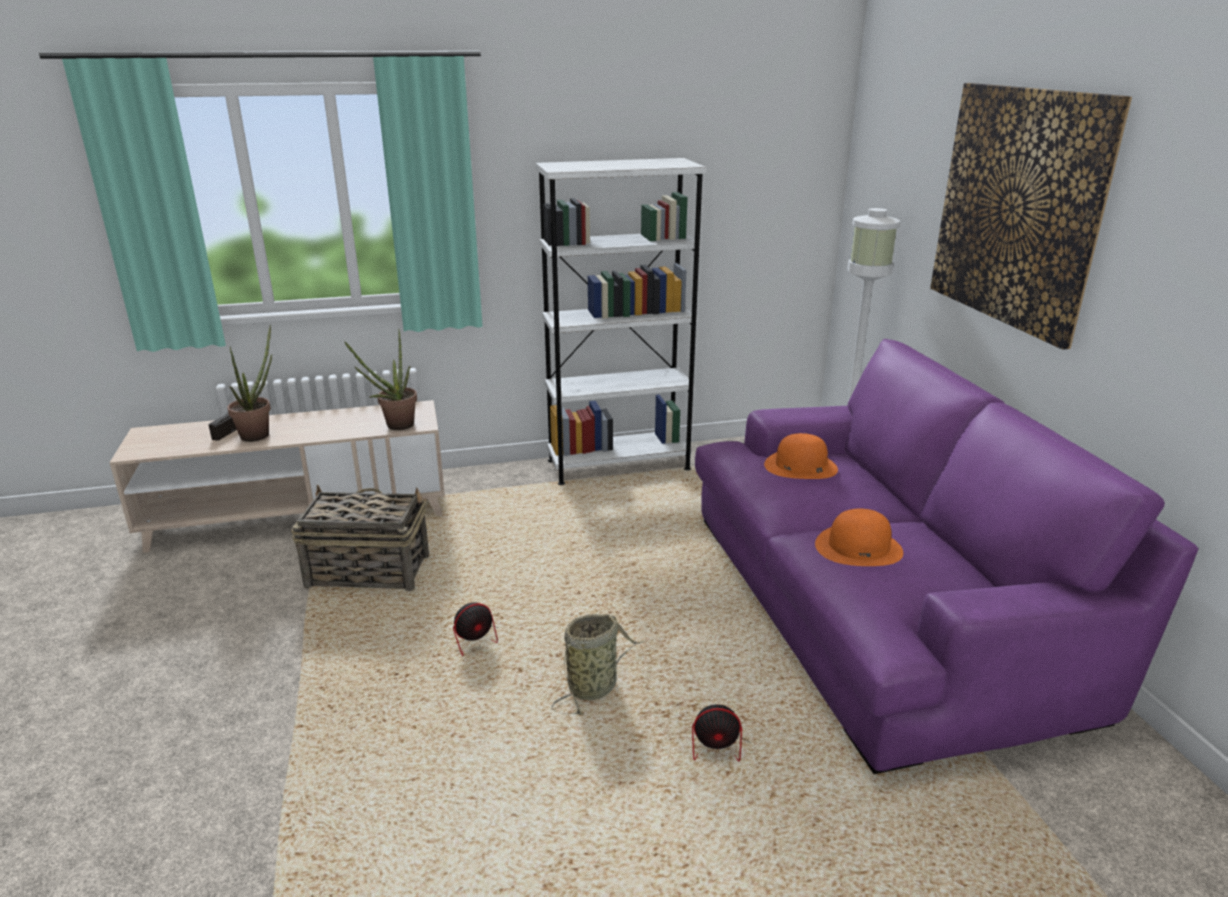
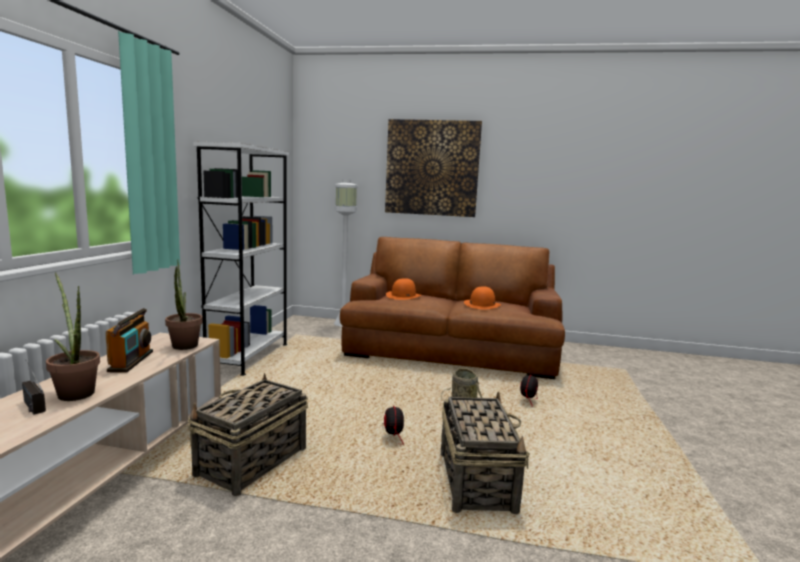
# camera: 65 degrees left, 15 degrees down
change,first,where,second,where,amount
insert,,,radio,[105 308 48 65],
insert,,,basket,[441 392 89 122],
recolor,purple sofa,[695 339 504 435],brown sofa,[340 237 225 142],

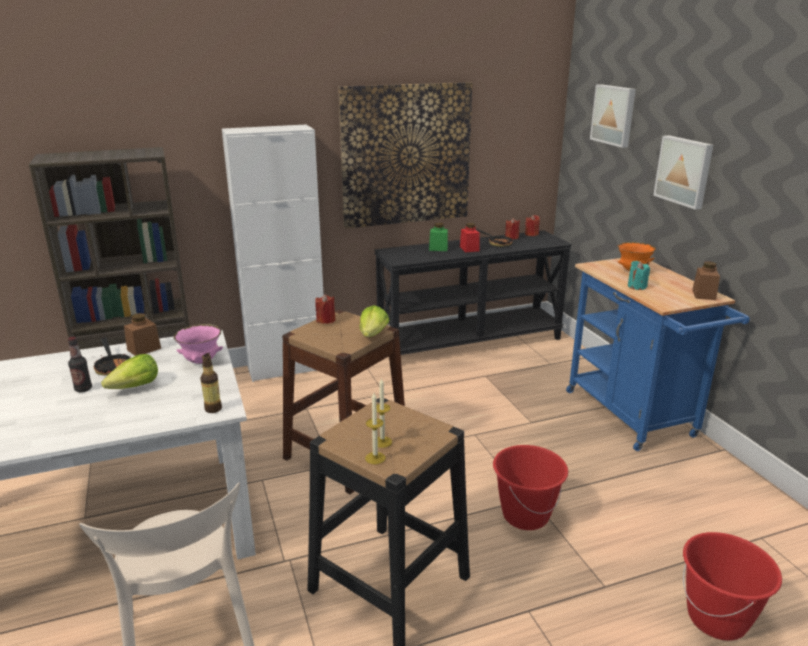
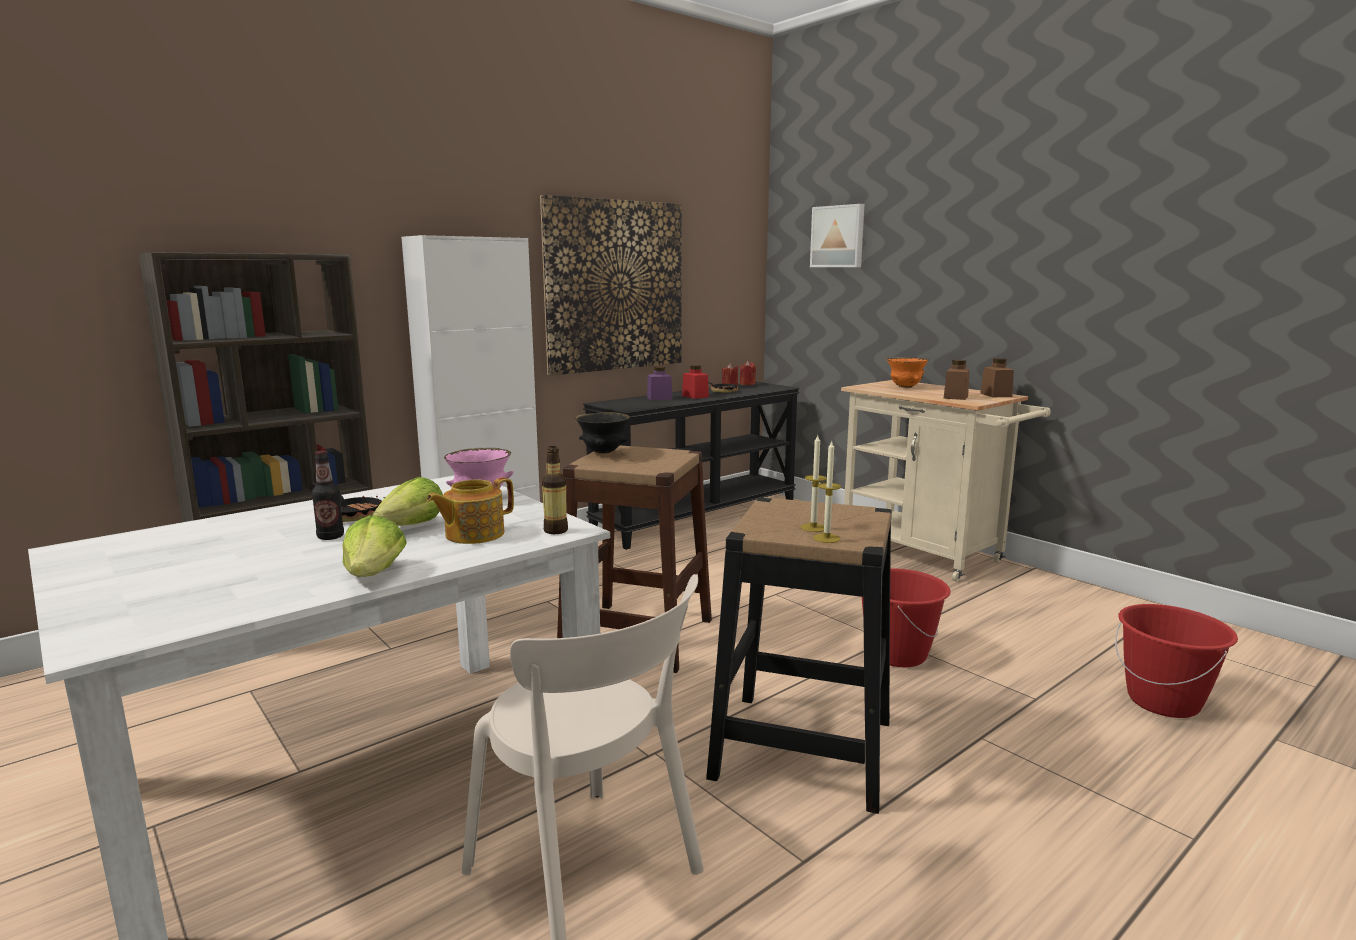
# camera: 20 degrees left, 10 degrees down
change,first,where,second,where,amount
delete,turquoise candle,[628 261 22 29],,,
delete,picture,[653 135 60 75],,,
insert,,,teapot,[426 477 88 67],
move,brown jar,[124 313 37 43],,[943 360 27 40],
move,lettuce,[360 305 30 32],,[343 516 64 61],
replace,red candle,[315 294 20 30],black bowl,[575 412 55 42],
recolor,green jar,[429 223 19 28],purple jar,[647 367 26 33],
recolor,blue cart,[566 258 184 193],beige cart,[841 380 210 202],

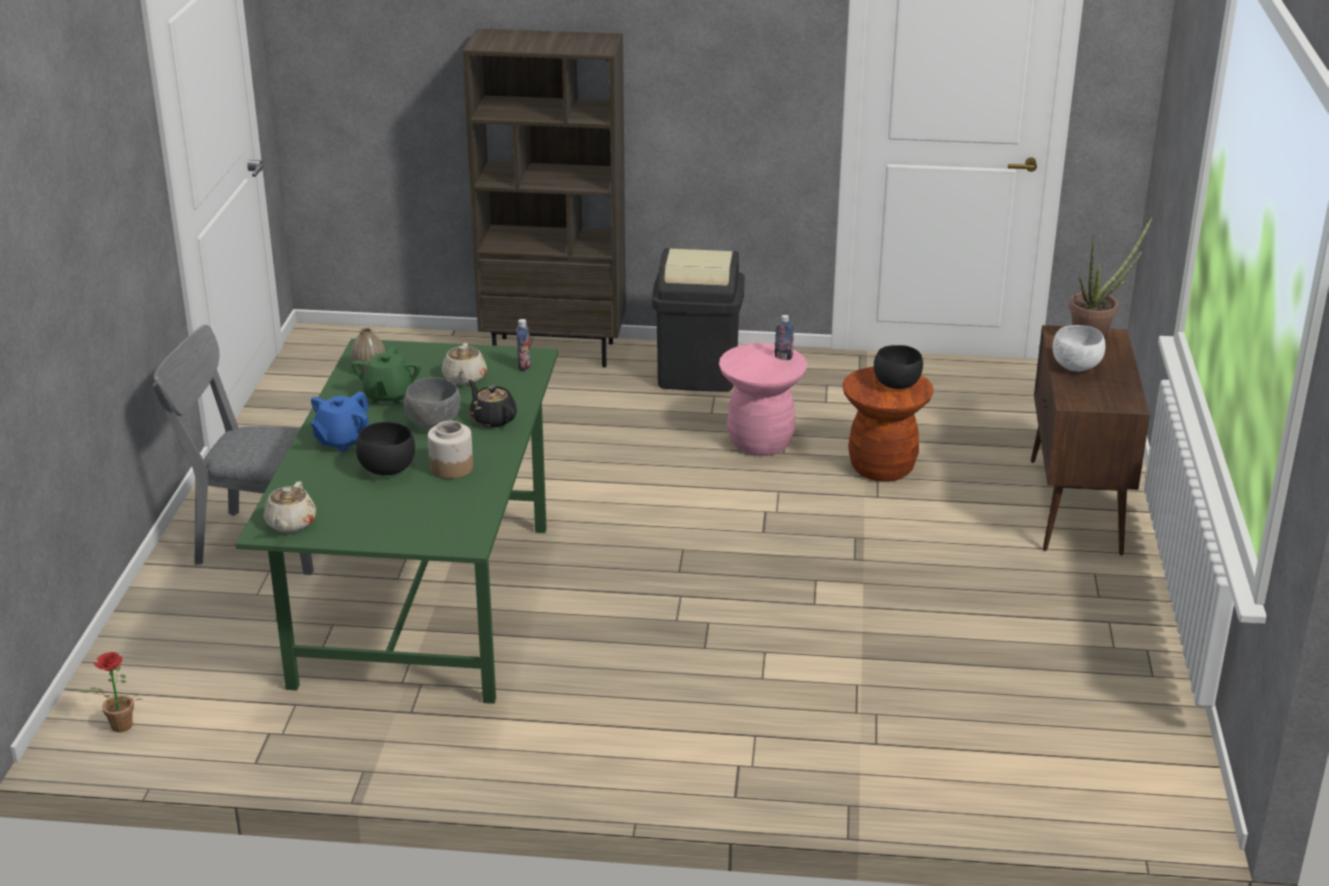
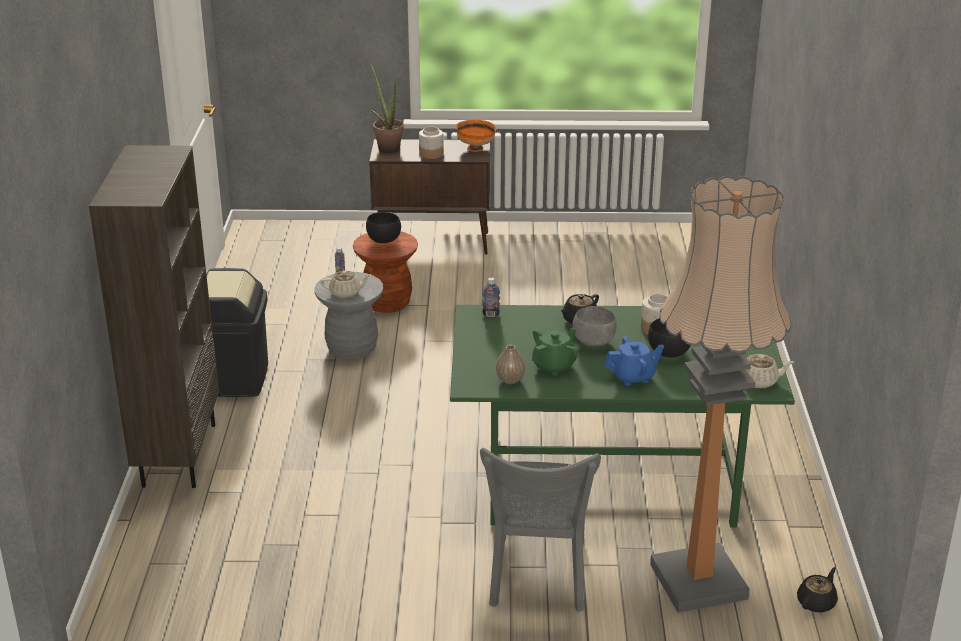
# camera: 95 degrees left, 0 degrees up
change,first,where,second,where,amount
insert,,,orange bowl,[456 120 41 32],
insert,,,floor lamp,[650 176 141 437],
move,beige teapot,[442 343 45 42],,[321 270 51 28],
replace,potted plant,[78 652 64 80],black teapot,[797 567 41 46],
replace,white bowl,[1053 325 52 46],jar,[419 127 25 32],
recolor,pink stool,[719 343 88 113],grey stool,[314 272 69 88],
rotate,blue teapot,[311 391 58 61],,[604 336 60 50],45 degrees counterclockwise
rotate,green teapot,[352 347 69 57],,[532 328 46 48],45 degrees counterclockwise

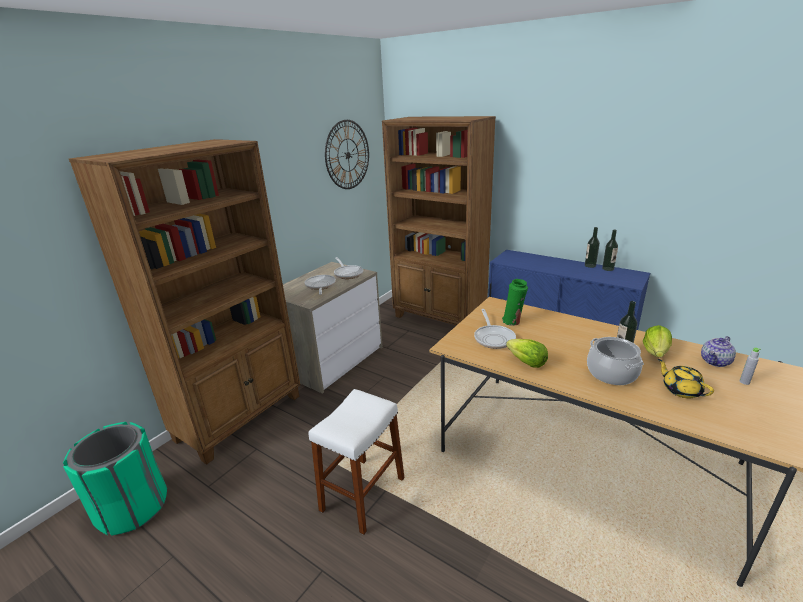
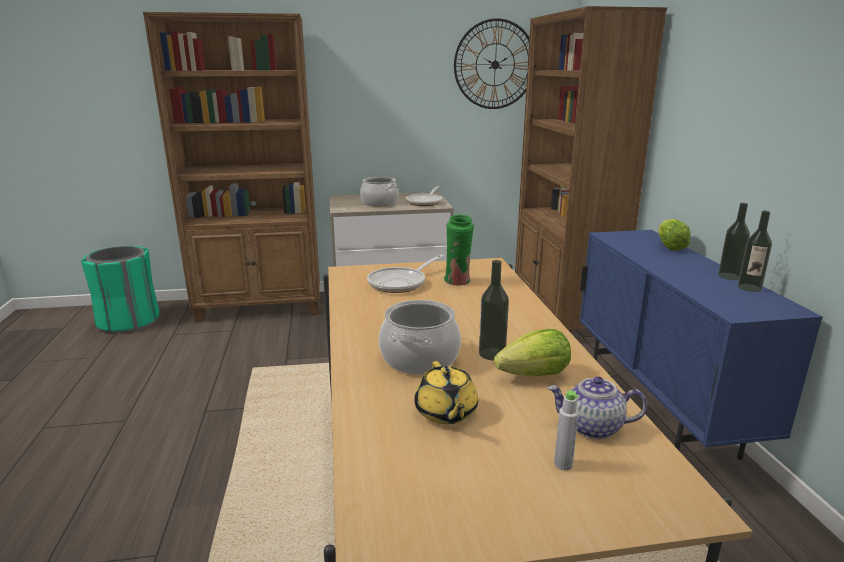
# camera: 45 degrees right, 5 degrees down
change,first,where,second,where,amount
delete,white stool,[309 389 95 146],,,
move,lettuce,[506 339 42 29],,[659 219 32 32],
replace,frying pan,[304 275 32 20],cooking pot,[360 177 39 30],
rotate,yellow teapot,[658 359 56 40],,[414 361 64 63],150 degrees clockwise

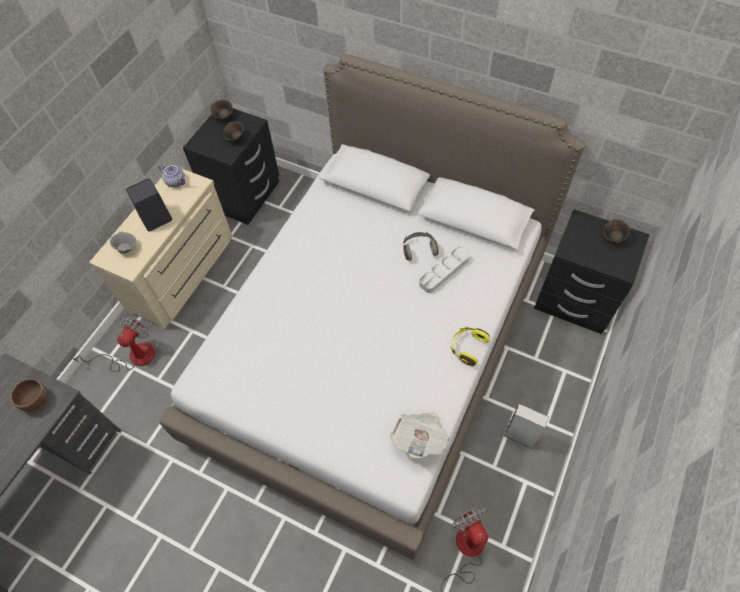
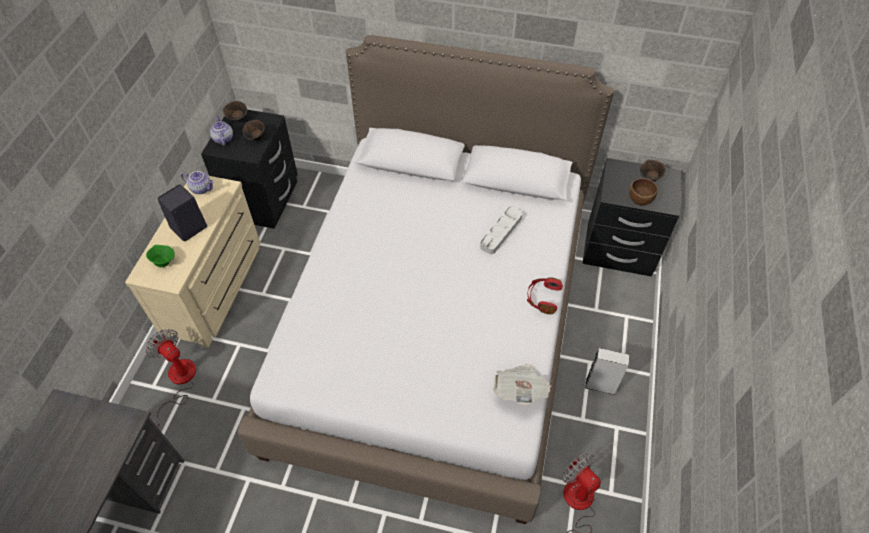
# camera: 15 degrees left, 5 degrees down
change,first,where,second,where,amount
delete,grey headphones,[403 232 35 29],,,
insert,,,teapot,[210 116 23 30],
move,brown bowl,[10 379 38 32],,[629 178 29 27],
recolor,grey bowl,[110 232 26 22],green bowl,[146 245 29 22],
recolor,yellow headphones,[450 327 40 39],red headphones,[527 277 36 37],
rotate,fan,[71 316 84 56],,[146 329 50 97],60 degrees counterclockwise

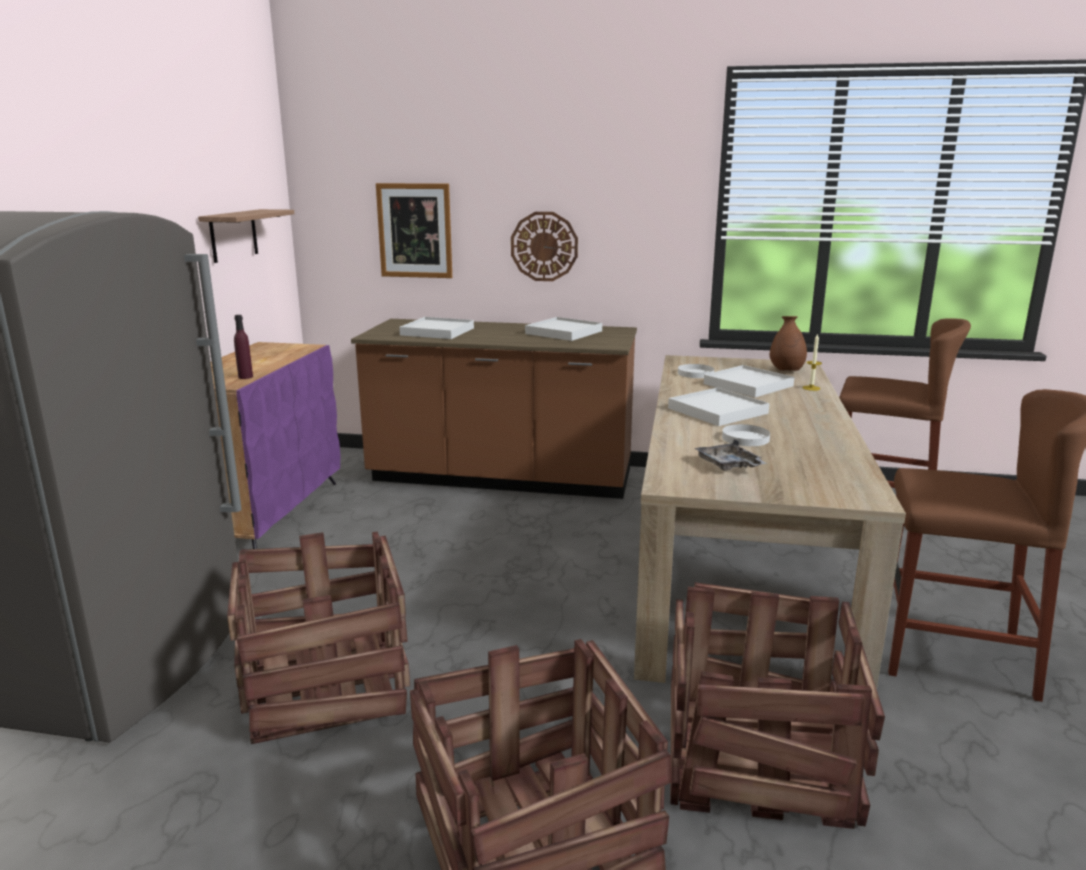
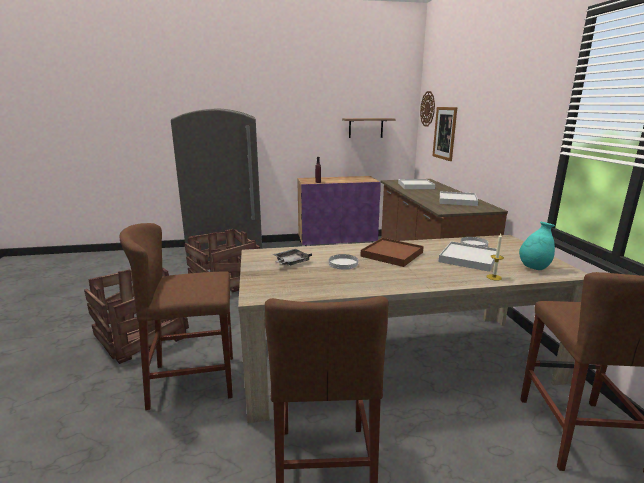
# camera: 70 degrees right, 0 degrees up
change,first,where,second,where,amount
move,wall clock,[511 212 67 69],,[420 91 15 36],
replace,crate,[670 582 215 247],brown stool,[120 223 113 187],
recolor,white tray,[668 387 101 39],brown tray,[361 238 63 29],
recolor,brown vase,[770 316 37 55],turquoise vase,[519 222 36 48],

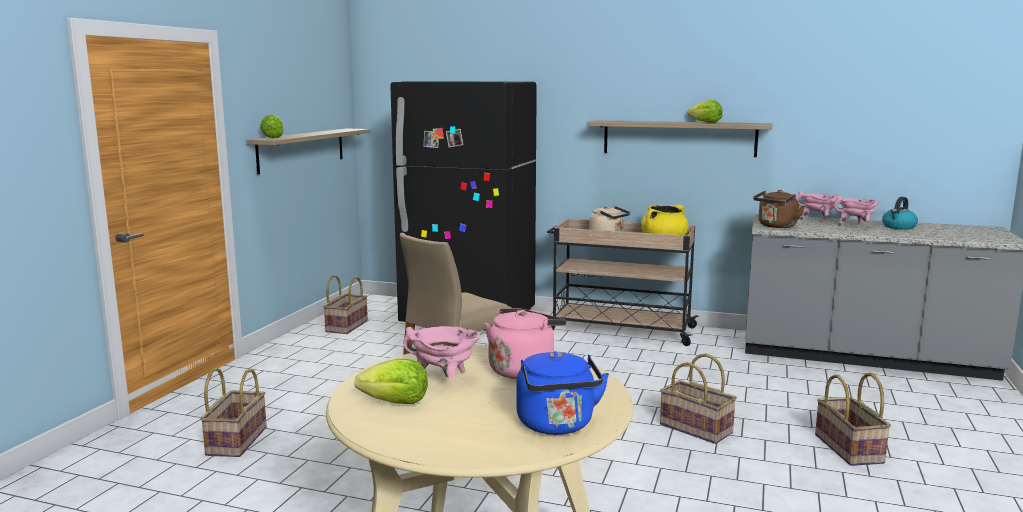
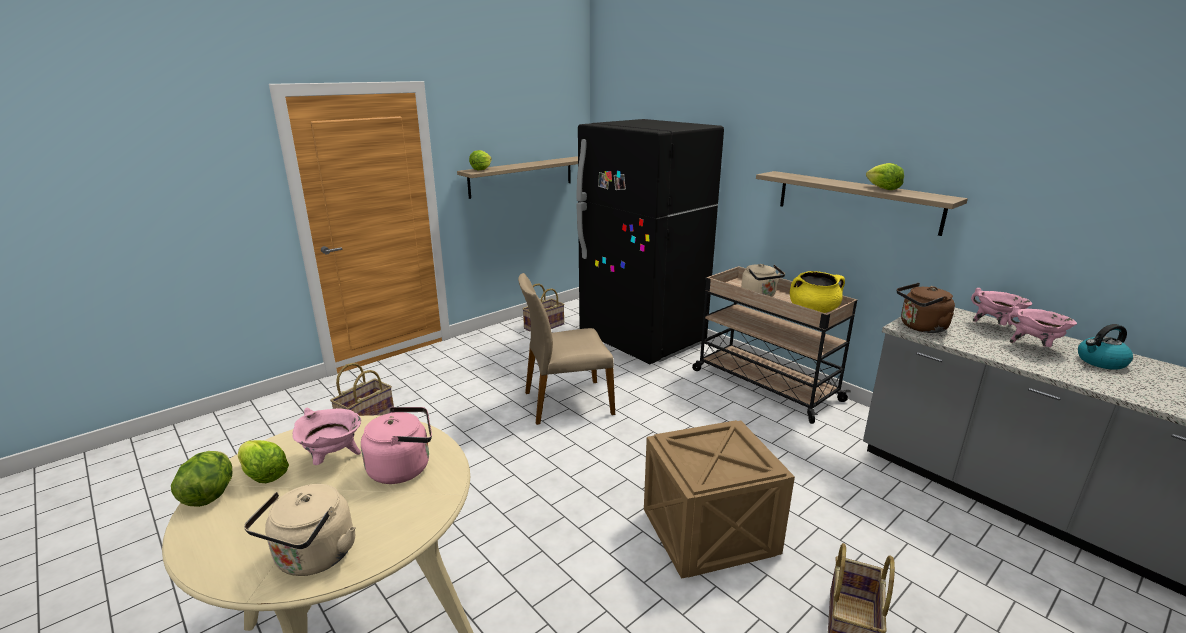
# camera: 30 degrees right, 10 degrees up
change,first,where,second,where,amount
insert,,,lettuce,[171 451 61 56],
replace,basket,[660 354 77 90],crate,[644 420 151 159],
recolor,blue kettle,[516 351 93 84],beige kettle,[244 484 112 92],

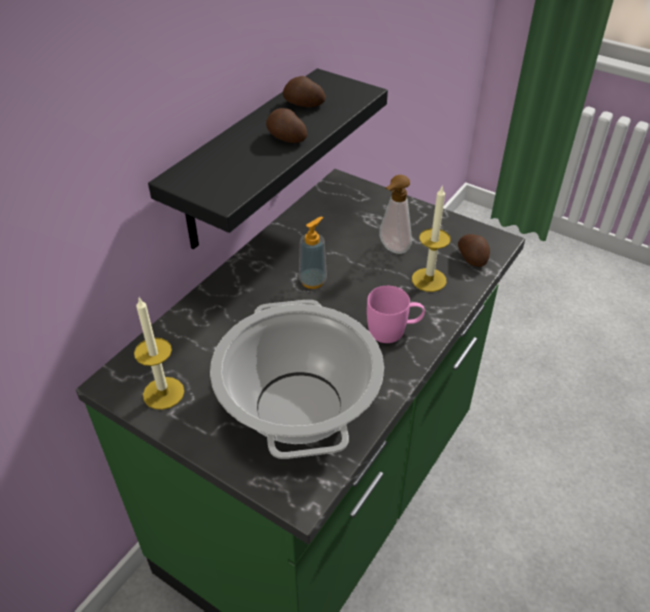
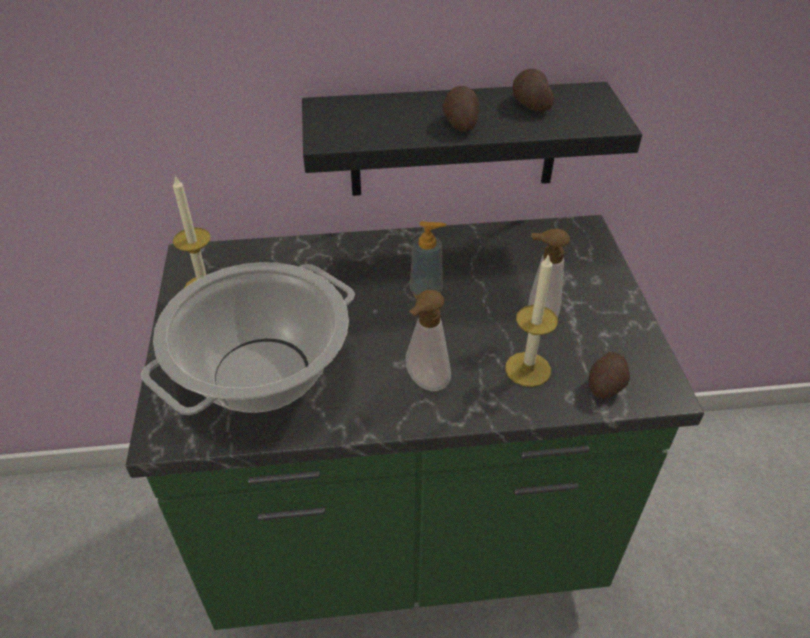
# camera: 50 degrees right, 0 degrees up
change,first,where,second,where,amount
replace,pink mug,[367 286 58 57],soap dispenser,[406 290 45 101],

